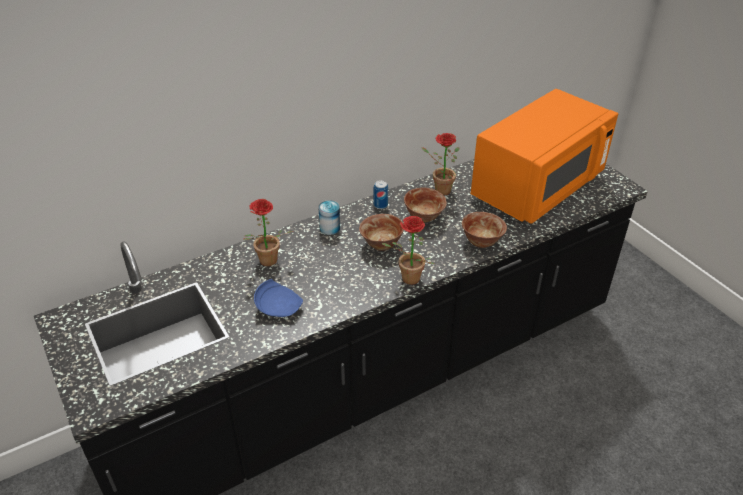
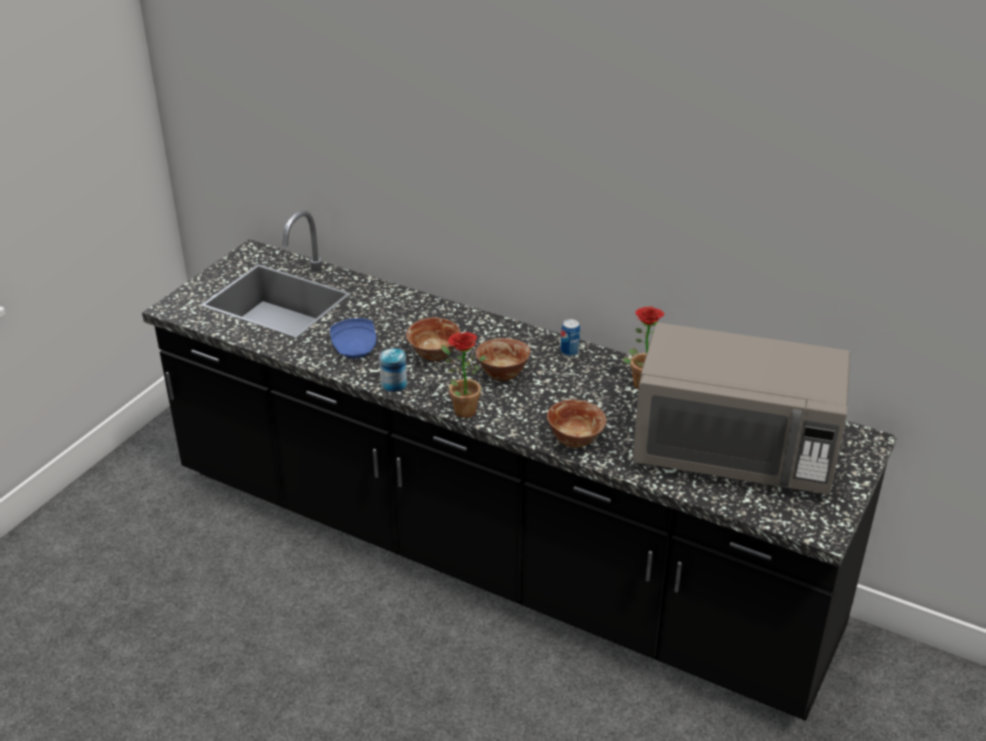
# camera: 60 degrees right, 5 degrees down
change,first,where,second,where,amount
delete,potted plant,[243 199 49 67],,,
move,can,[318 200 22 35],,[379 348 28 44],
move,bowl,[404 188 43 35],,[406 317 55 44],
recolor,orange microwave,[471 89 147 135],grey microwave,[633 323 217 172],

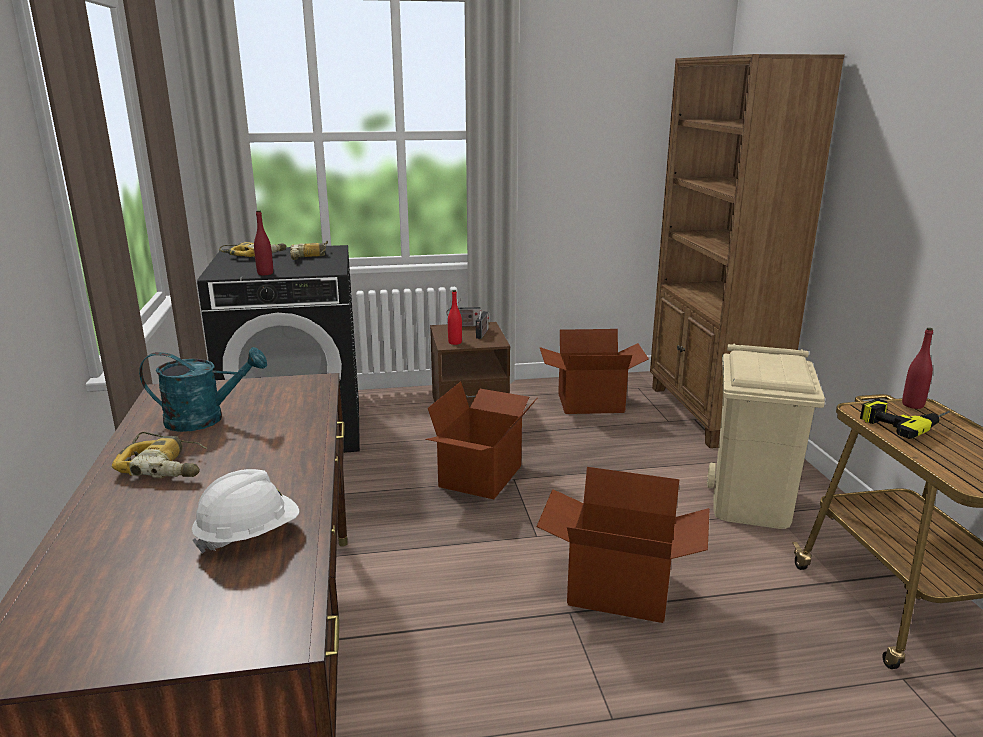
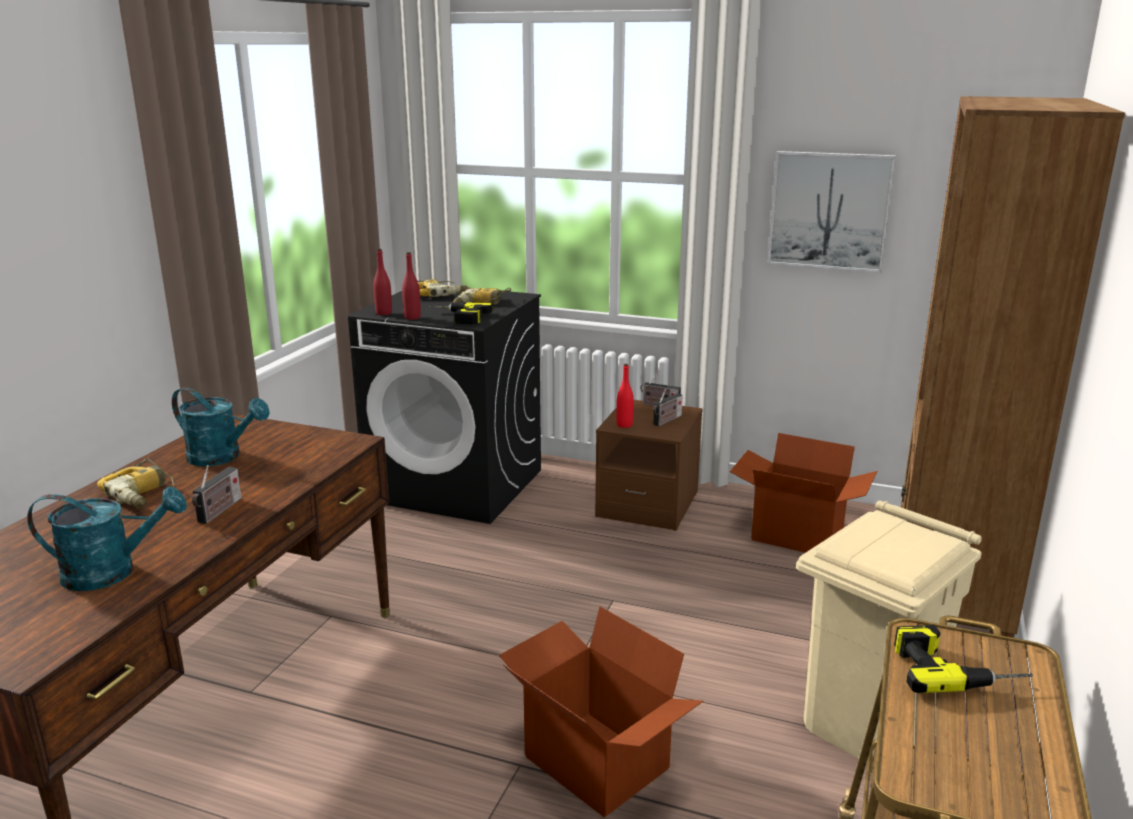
# camera: 30 degrees right, 0 degrees up
change,first,where,second,where,amount
delete,cardboard box,[425 381 113 119],,,
insert,,,radio,[192 465 50 59],
insert,,,power drill,[429 302 65 22],
insert,,,picture,[767 151 129 122],
move,red bottle,[902 328 31 81],,[373 249 19 66],
replace,white hard hat,[192 469 107 84],turquoise watering can,[27 486 159 105],

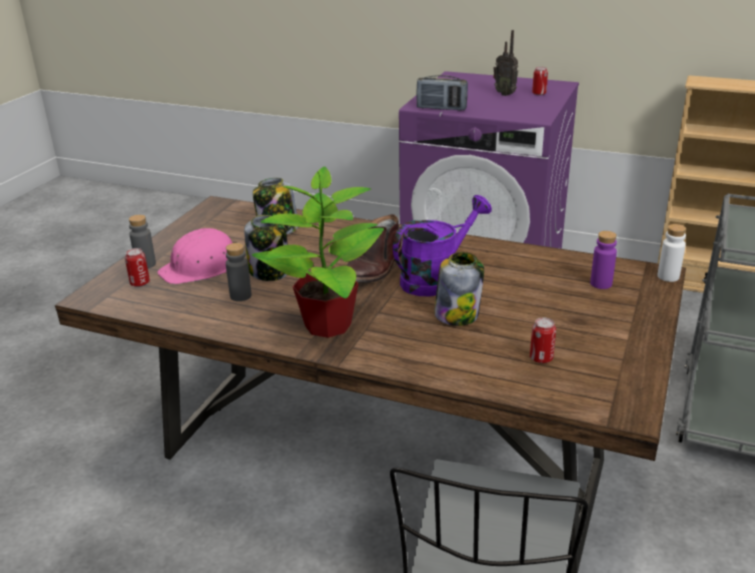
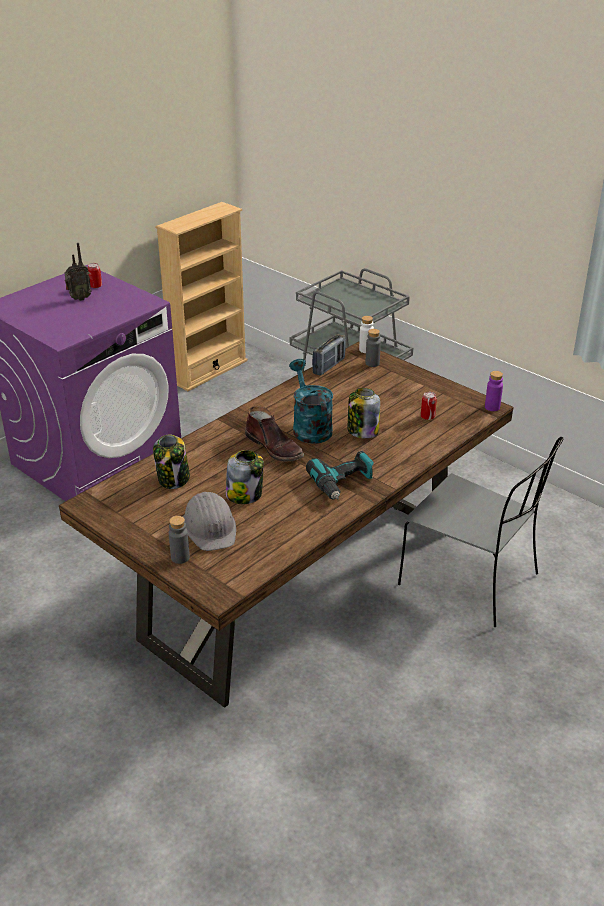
# camera: 70 degrees left, 5 degrees up
change,first,where,second,where,amount
delete,can,[125 248 25 39],,,
move,grey bottle,[226 243 26 58],,[366 329 15 38],
move,radio,[416 75 52 36],,[312 334 34 42],
move,purple bottle,[590 231 27 58],,[485 371 18 40],
replace,potted plant,[252 166 132 172],power drill,[306 451 68 48],
recolor,pink hard hat,[157 228 81 56],grey hard hat,[183 492 53 59],
recolor,purple watering can,[393 195 99 101],turquoise watering can,[289 359 44 85],

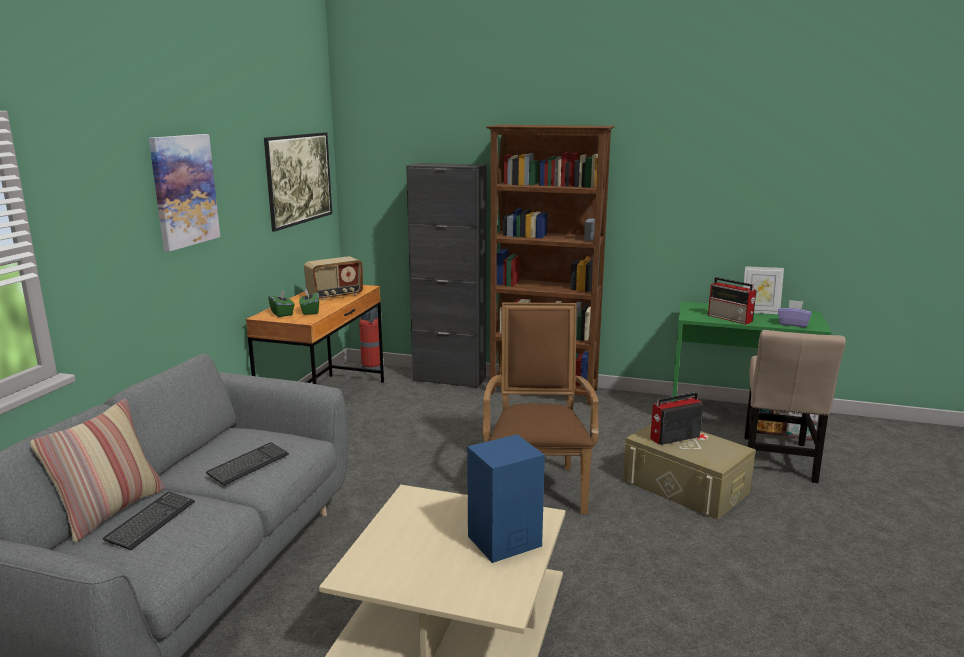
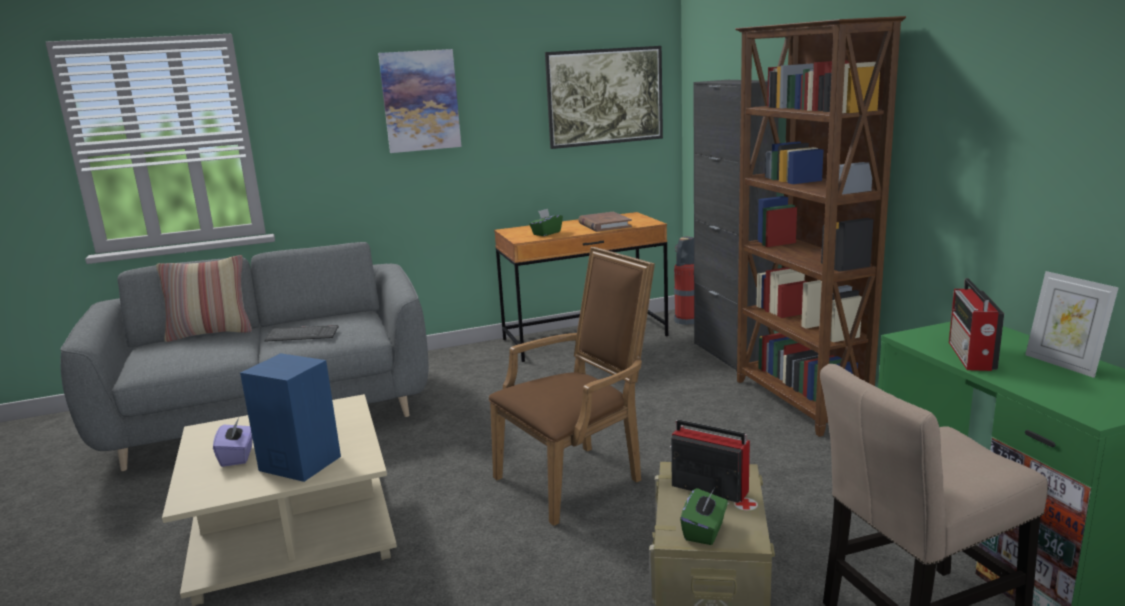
# camera: 55 degrees right, 0 degrees up
change,first,where,second,where,amount
delete,keyboard,[103 492 92 58],,,
move,green tissue box,[268 289 27 28],,[680 488 48 57],
move,purple tissue box,[778 300 34 27],,[213 418 39 49],
replace,radio,[304 256 59 44],brown book,[578 212 54 20],

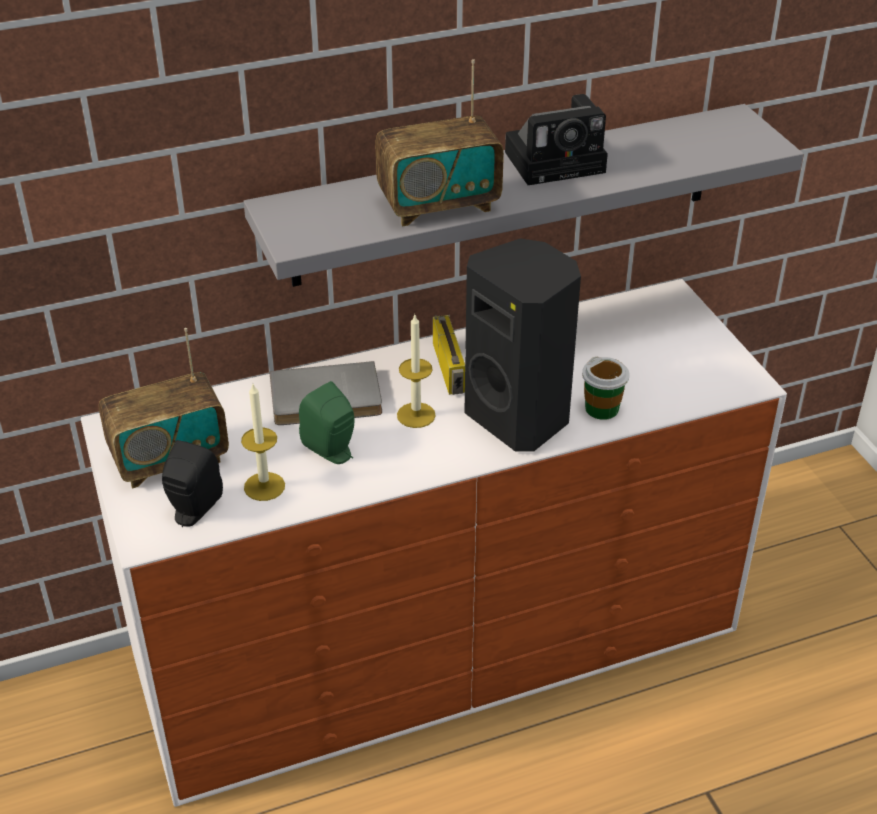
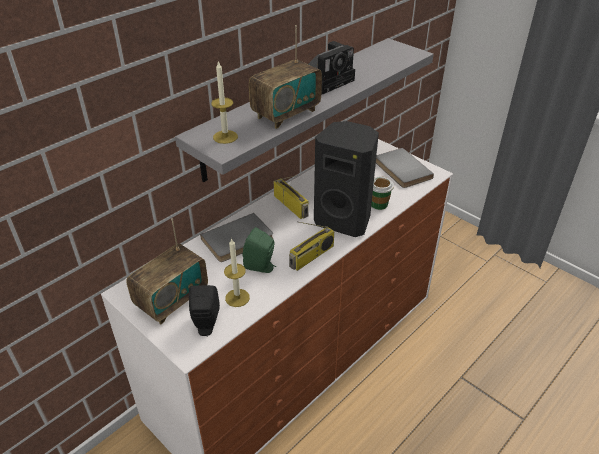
# camera: 25 degrees left, 0 degrees up
change,first,where,second,where,amount
insert,,,radio,[289 221 45 50],
insert,,,grey book,[376 148 58 40],
move,candle,[397 315 39 113],,[211 61 27 83],

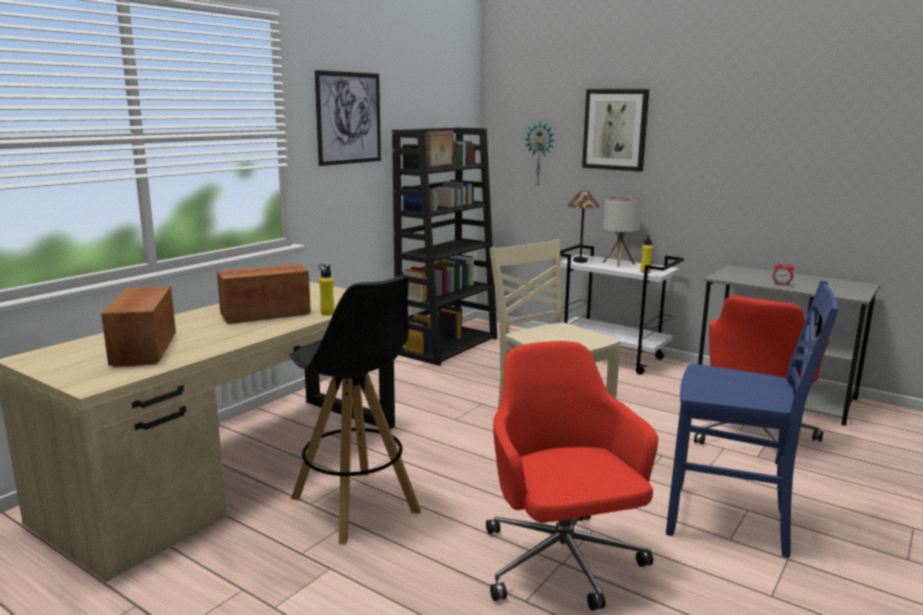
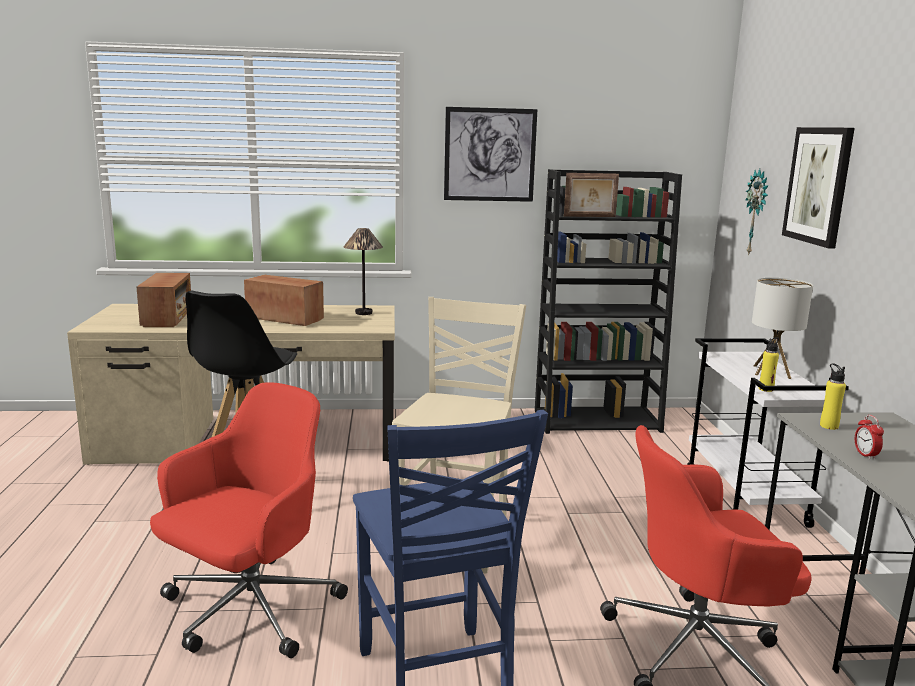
# camera: 50 degrees right, 0 degrees up
change,first,where,second,where,amount
move,yellow bottle,[318 264 17 52],,[820 363 26 67],
move,table lamp,[567 190 33 72],,[343 228 40 87],
rotate,radio,[101 286 75 81],,[137 273 54 54],135 degrees clockwise

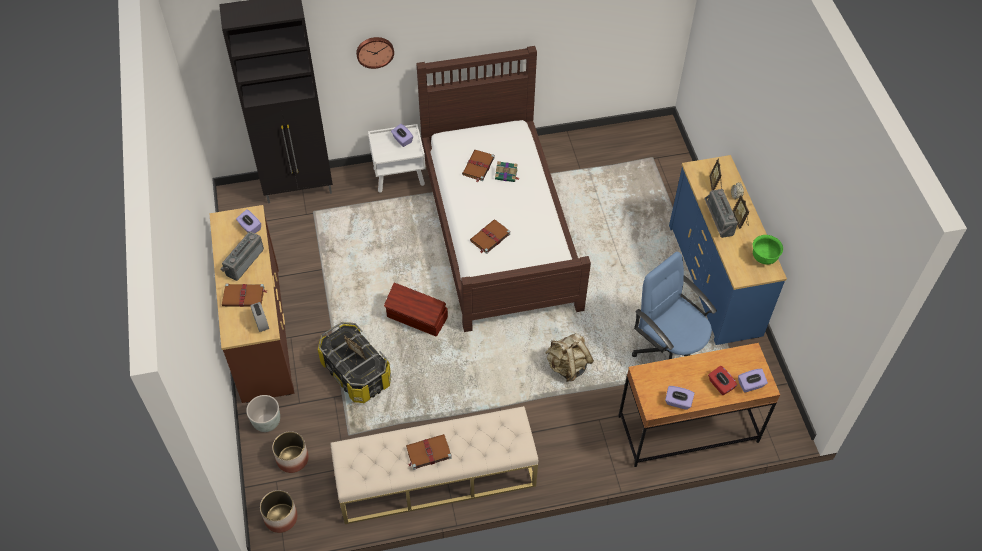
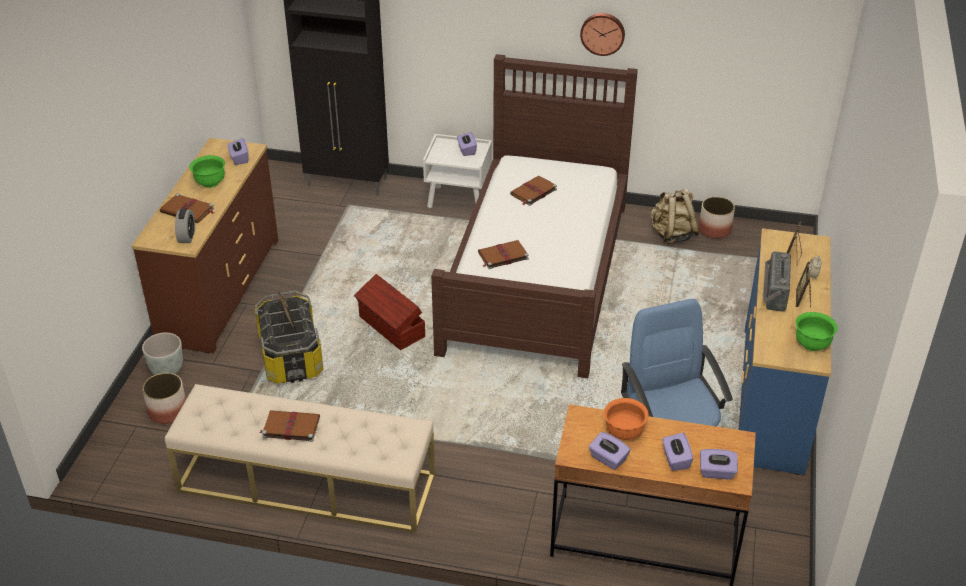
# camera: 25 degrees right, 15 degrees down
change,first,where,second,where,amount
delete,book,[495 161 24 21],,,
insert,,,orange bowl,[604 398 44 42],
move,planter,[260 490 38 43],,[699 197 36 42],
move,wall clock,[356 37 38 32],,[580 13 45 43],
move,beige backpack,[546 333 48 49],,[650 188 50 56],
replace,radio,[220 231 44 50],green bowl,[189 155 36 33],
recolor,red tissue box,[708 366 29 29],purple tissue box,[662 432 31 39],

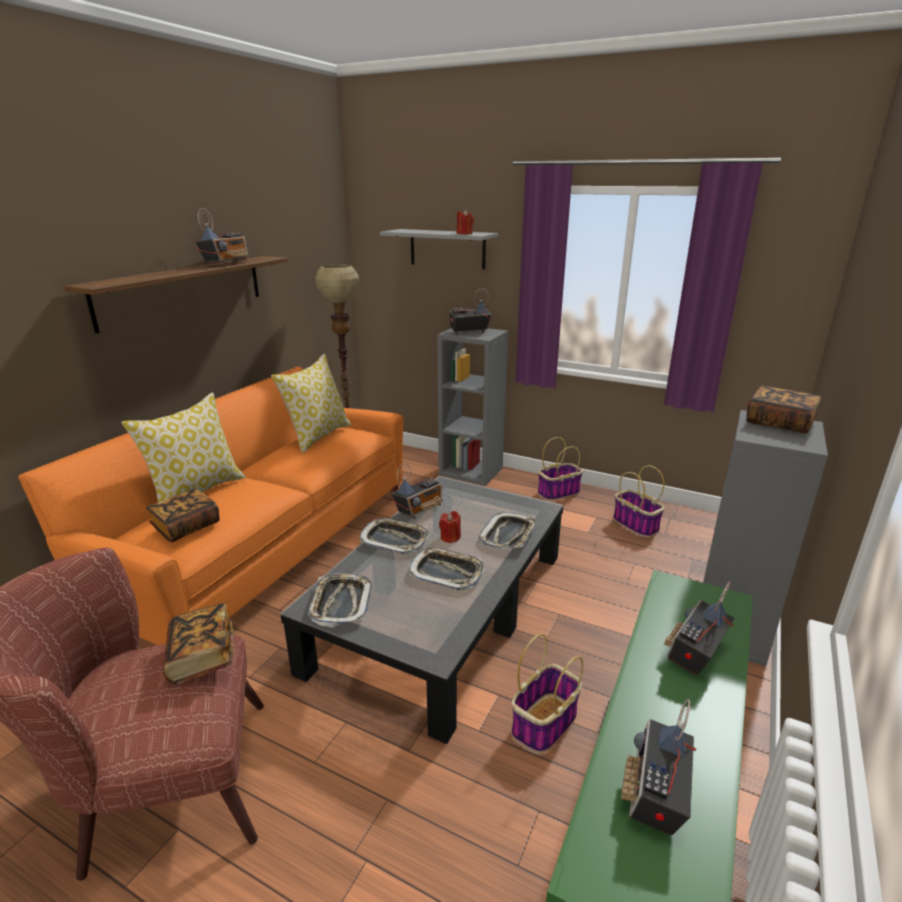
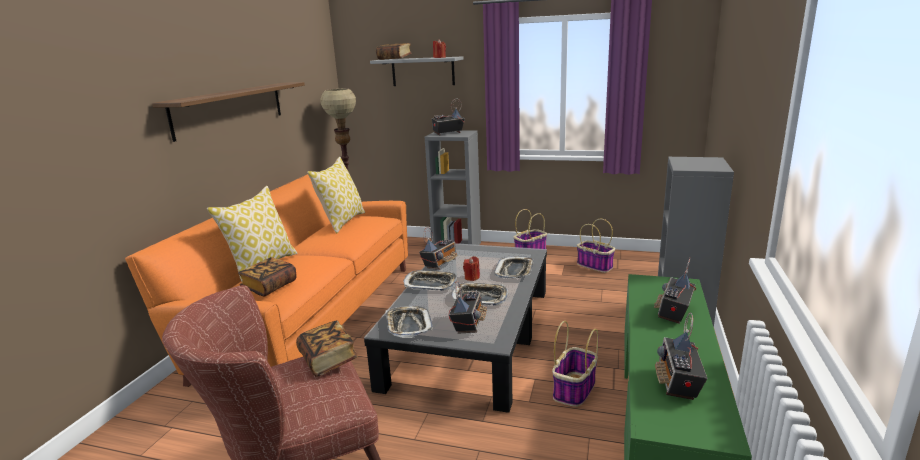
# camera: 10 degrees left, 5 degrees down
change,first,where,second,where,amount
move,radio,[196 208 52 58],,[449 281 38 53],
move,book,[746 385 75 49],,[376 43 36 17],

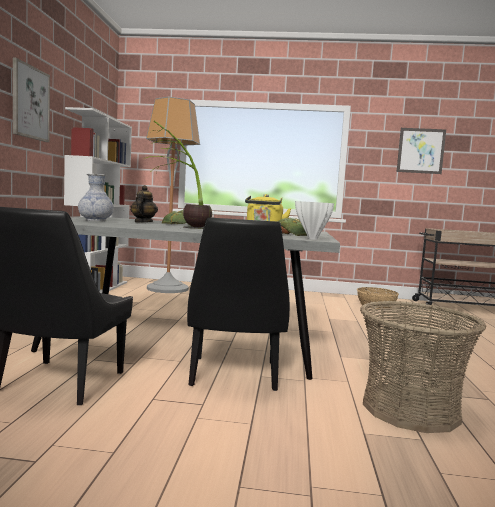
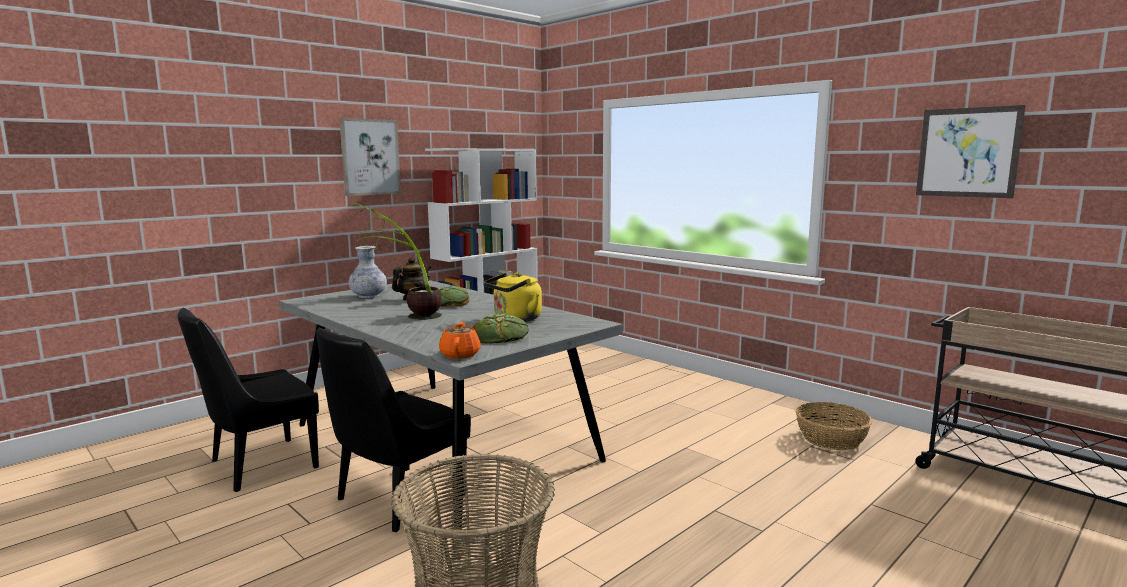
# camera: 40 degrees right, 5 degrees up
change,first,where,second,where,amount
delete,floor lamp,[146 97 54 196],,,
replace,white vase,[295 201 39 39],orange teapot,[439 322 42 37],

